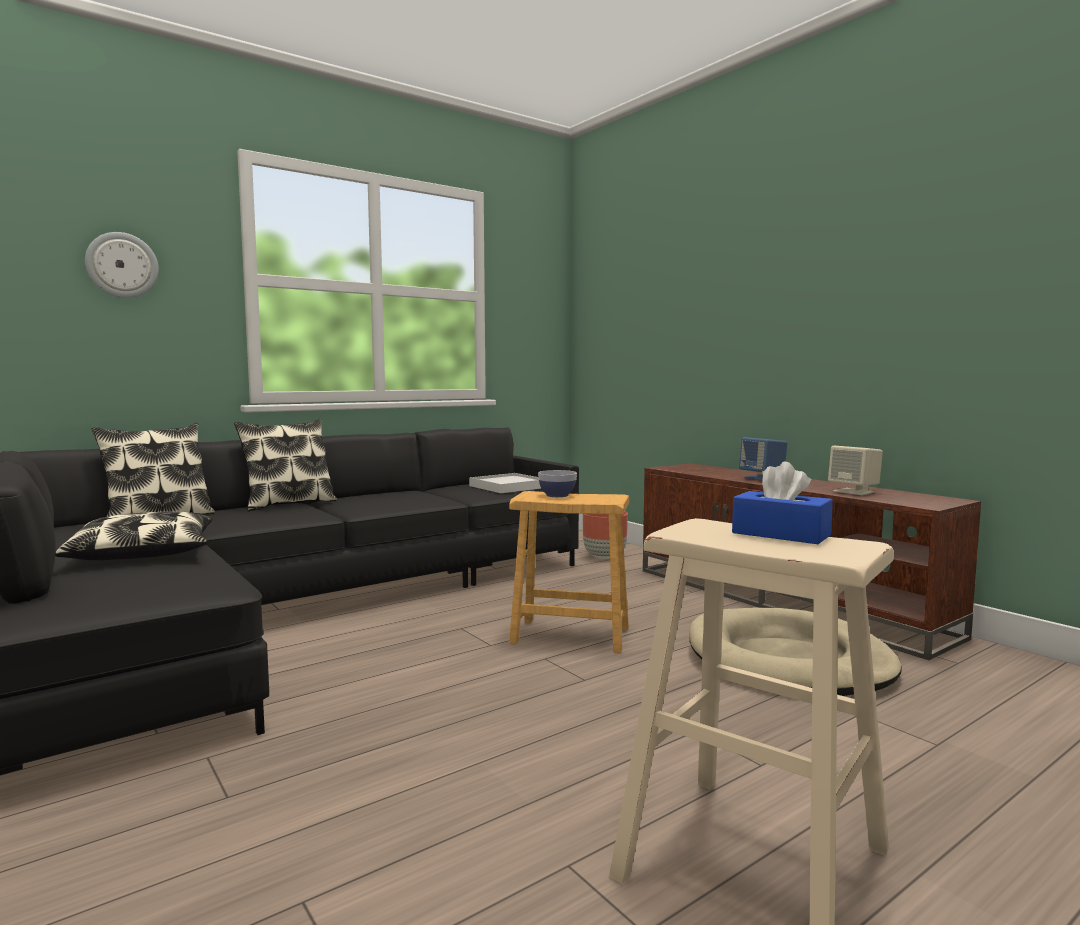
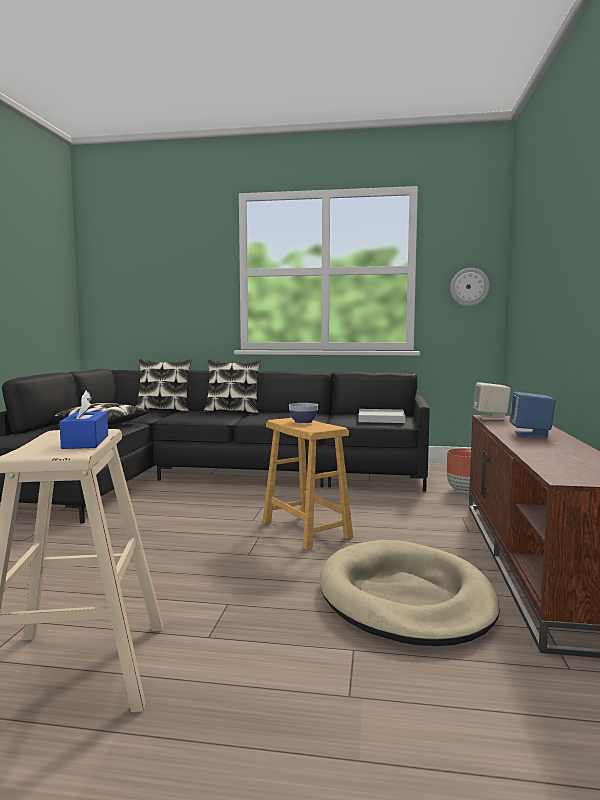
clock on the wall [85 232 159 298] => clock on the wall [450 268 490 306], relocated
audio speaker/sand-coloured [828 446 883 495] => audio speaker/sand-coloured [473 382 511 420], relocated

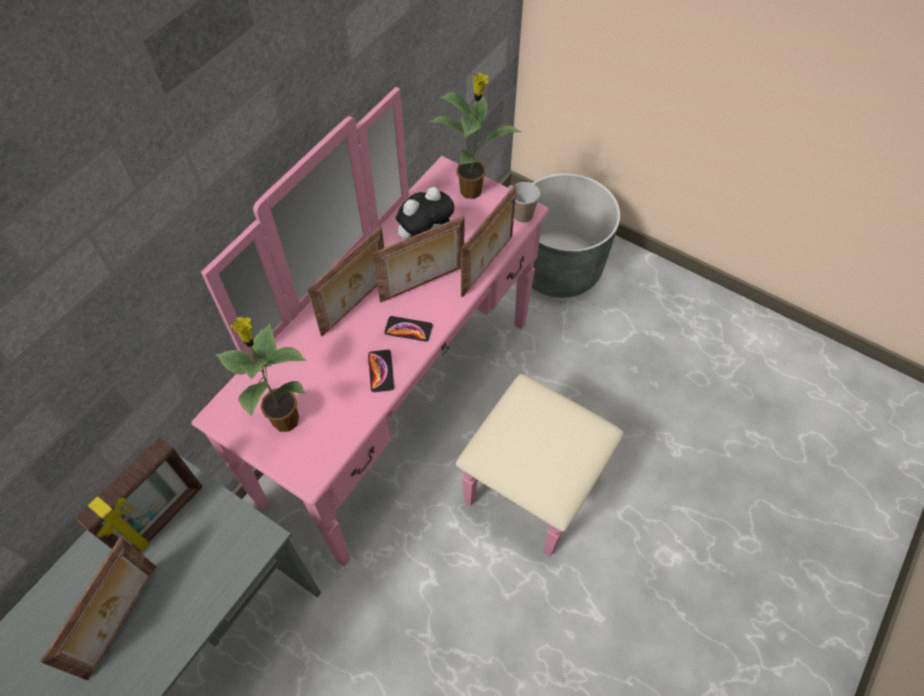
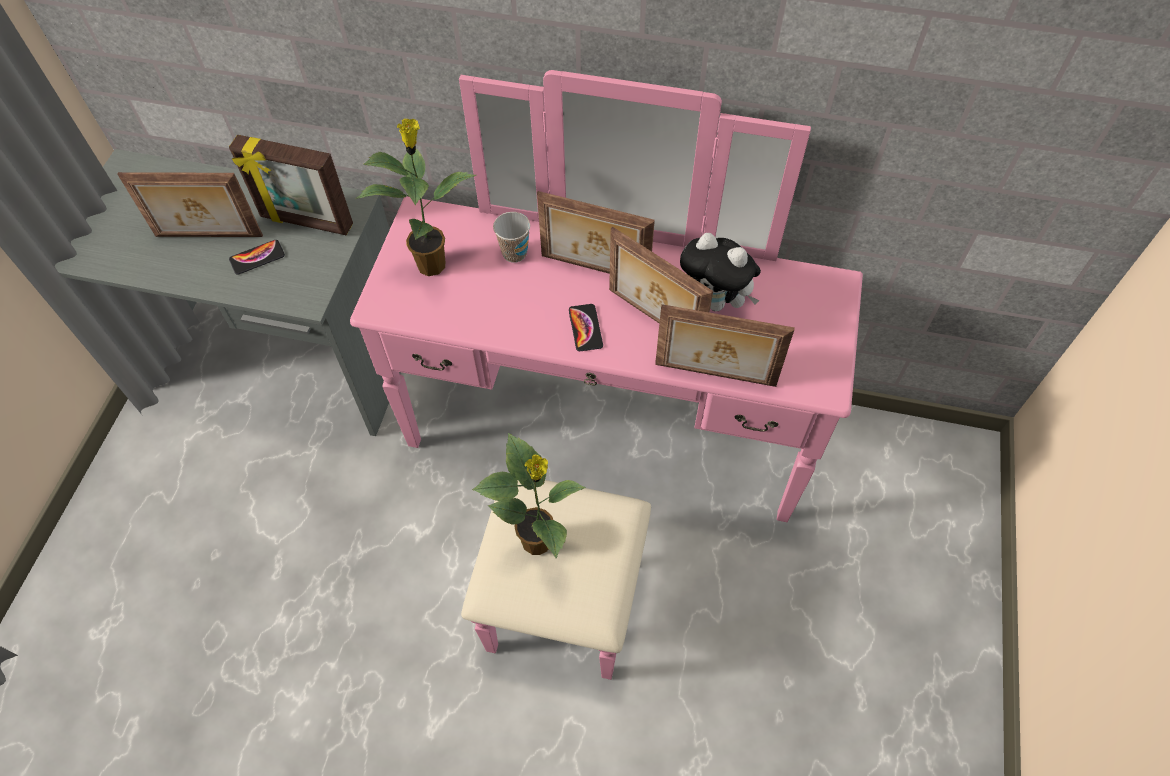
phone [368 350 394 392] => phone [229 240 285 275], relocated
potted plant [429 73 522 199] => potted plant [472 433 586 558], relocated
cup [514 182 540 223] => cup [493 212 530 263], relocated
planter/grey [532 173 620 298] => nothing

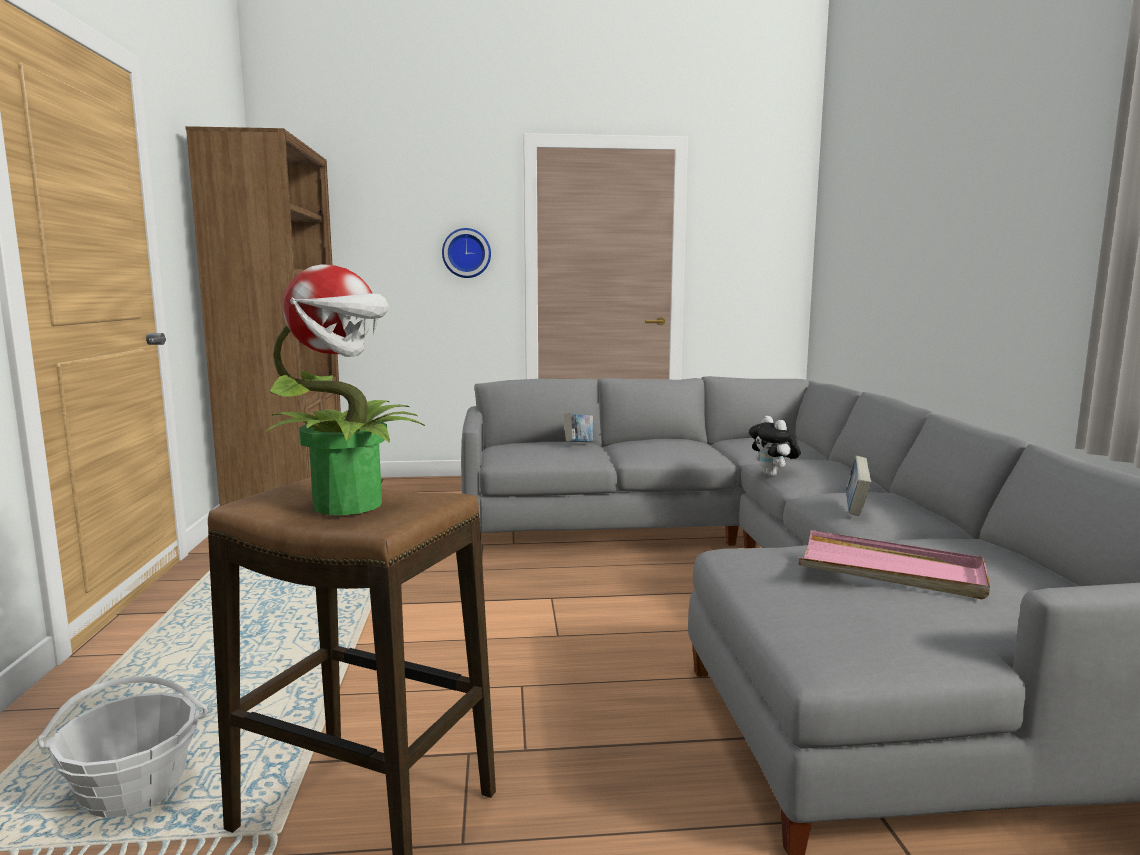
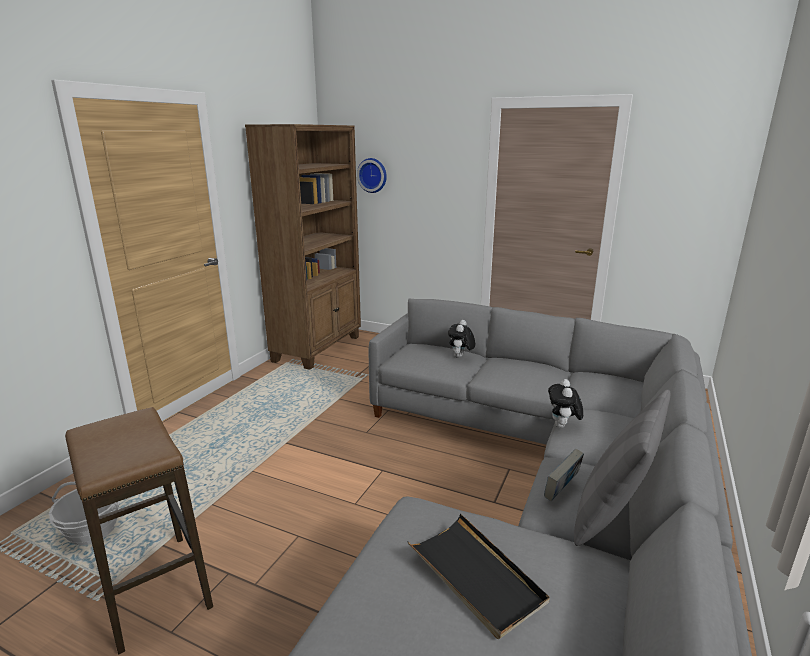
clock on the wall [442 228 491 278] => clock on the wall [357 158 387 193], relocated
serving tray/pink [798 530 990 599] => serving tray/black [408 514 550 639]
volume [564 413 594 442] => plush toy [448 320 475 358]
nothing => cushion/grey [574 390 671 546]
potted plant [266 265 425 515] => nothing

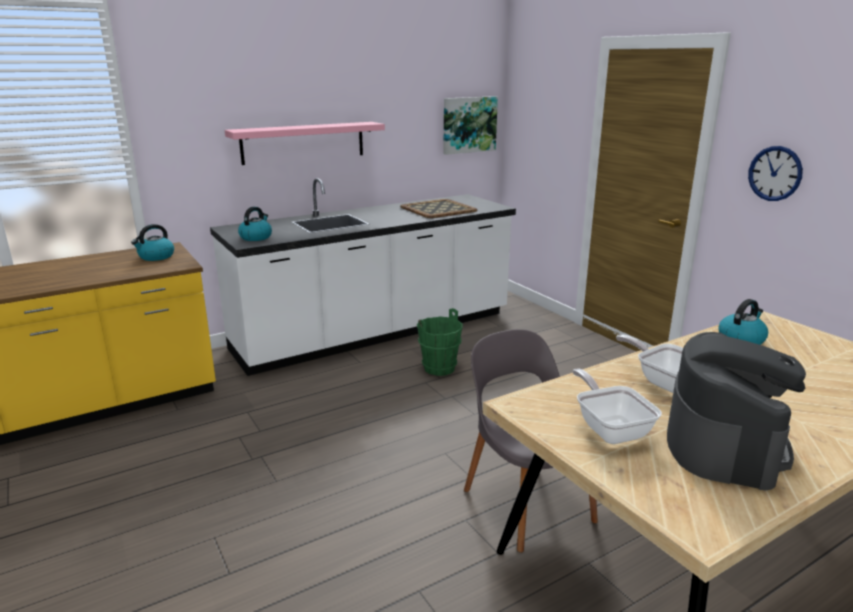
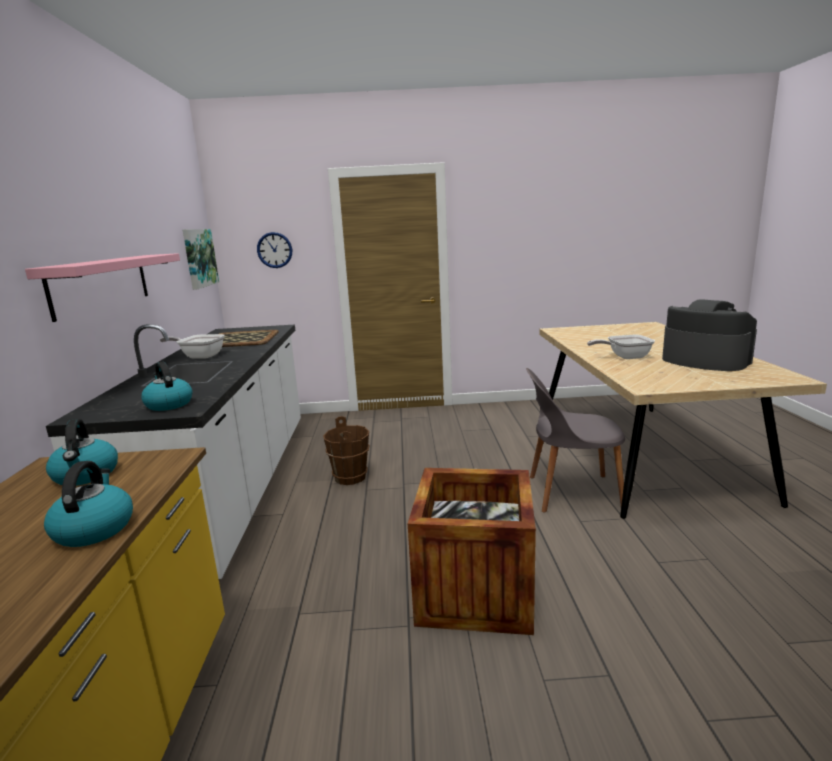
tea kettle [718 299 768 345] => tea kettle [44 461 133 547], relocated
frying pan [572 369 662 444] => frying pan [160 334 225 358], relocated
clock on the wall [748 146 803 201] => clock on the wall [257 232 292 268], relocated
pail/greenish [417 308 463 376] => pail/brown [323 416 370 485]
nothing => shipping crate [408 468 536 635]

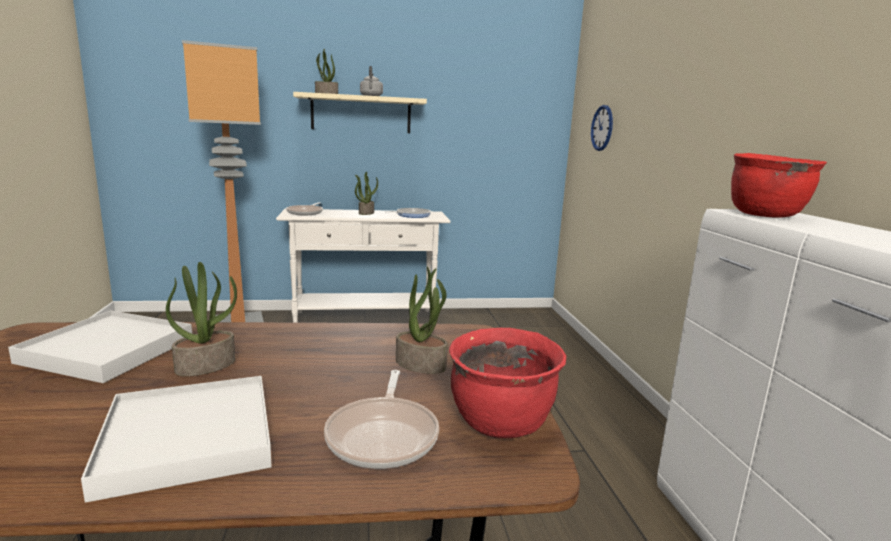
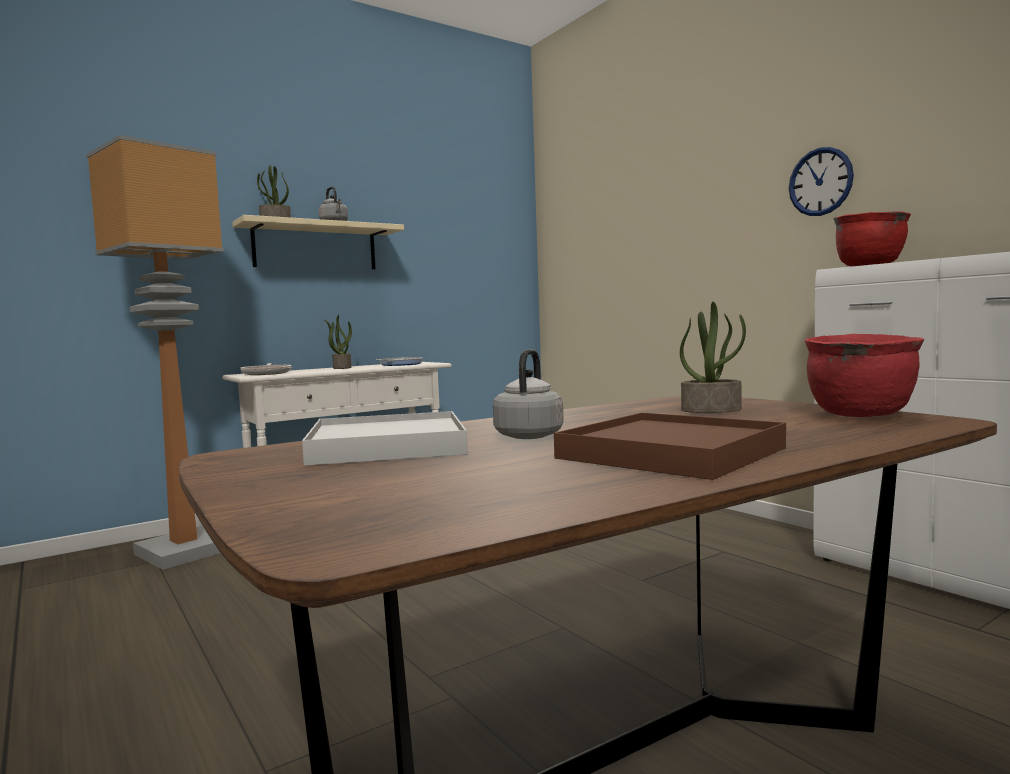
potted plant [166 262 237 376] => tea kettle/grey [493 349 564 439]
serving tray/white-coloured [81 376 272 503] => serving tray/brown [554 413 786 480]
clock on the wall [591 105 613 151] => clock on the wall [789 147 854 216], relocated
frying pan [324 370 439 469] => nothing

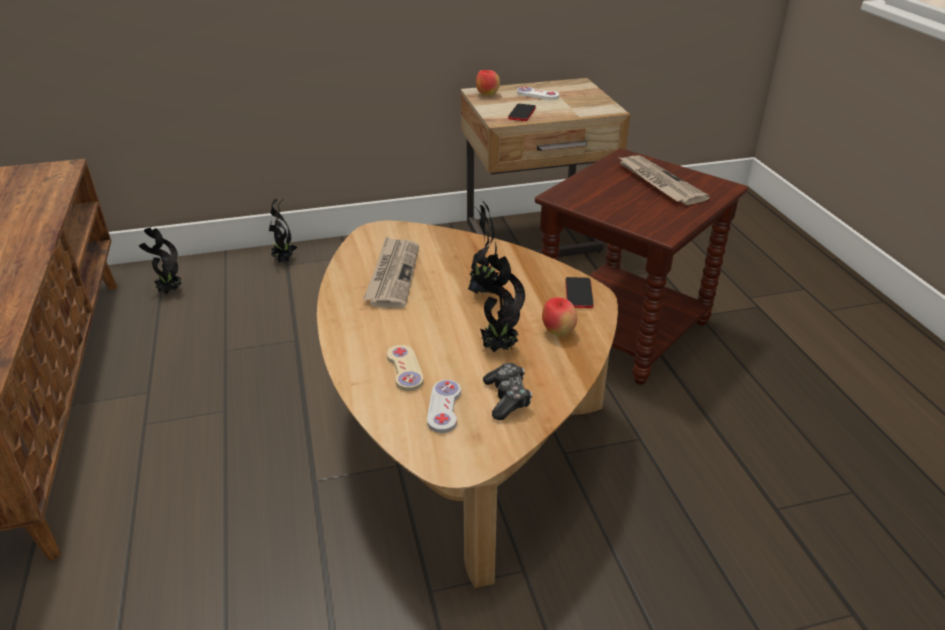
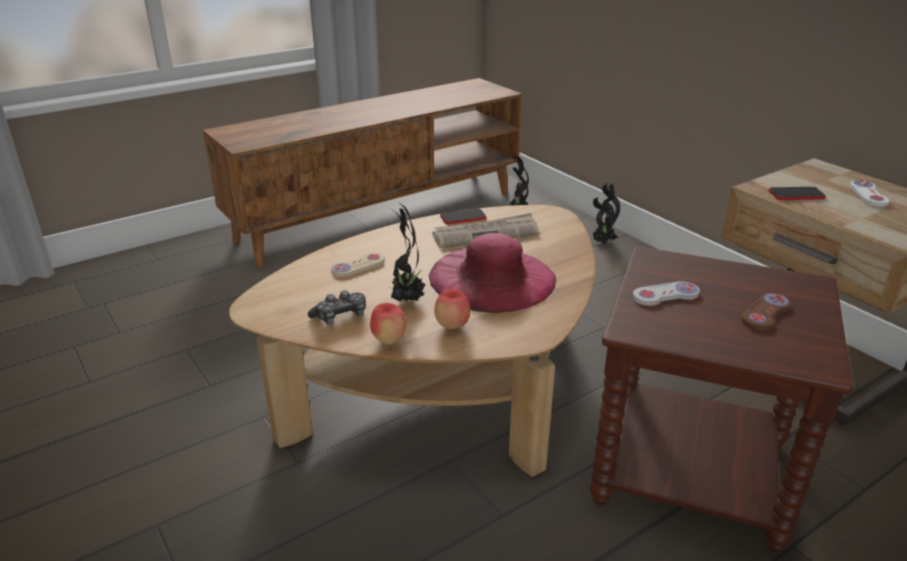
whole apple [476 70 500 96] => whole apple [370 303 406 344], relocated
potted plant [468 200 499 294] => hat/pink [429 233 556 313]
phone [565 277 594 308] => phone [440 208 487 224], relocated
game controller/white-coloured [427 380 461 433] => game controller/white-coloured [633 282 700 306], relocated
newspaper [618 155 710 205] => game controller/brown [741 293 791 331]

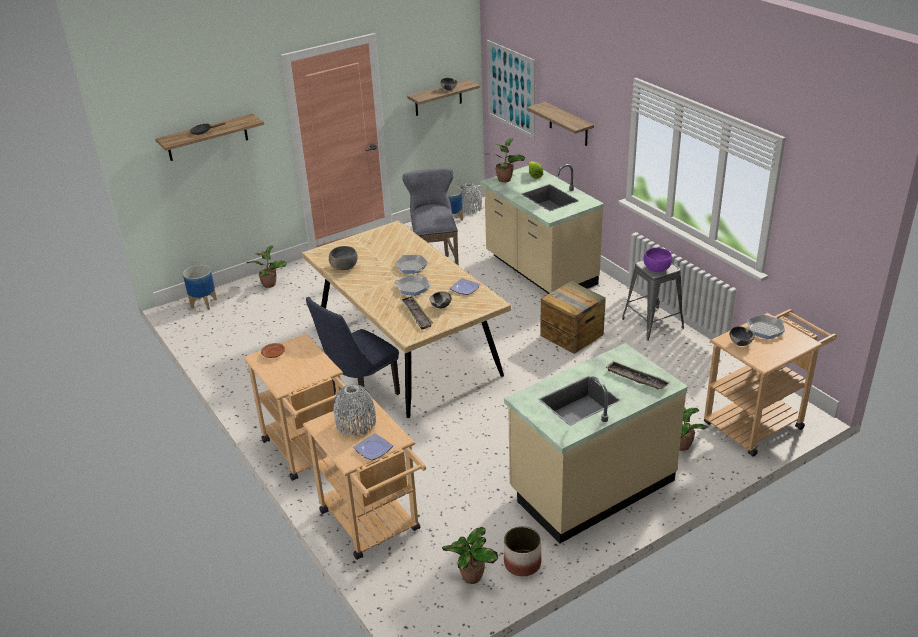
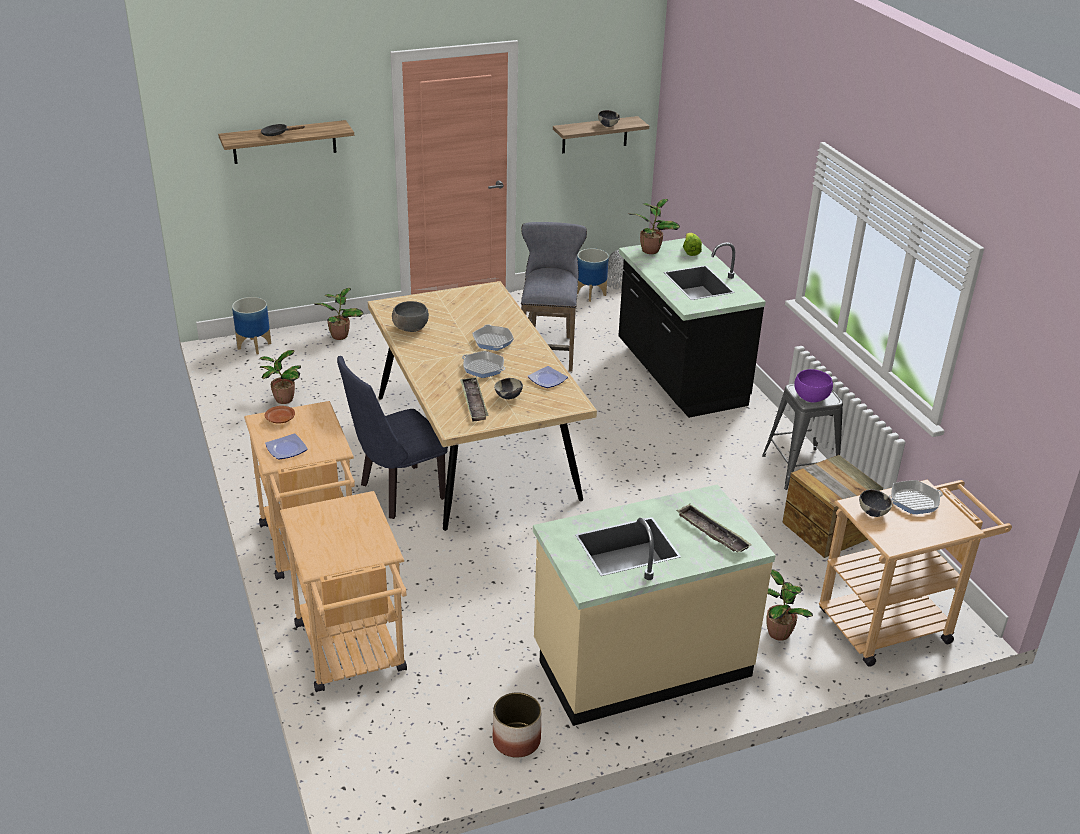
potted plant [442 527 498 584] => potted plant [260 350 301 404], relocated
dinner plate [353 433 393 460] => dinner plate [265 433 308 459], relocated
counter/sand-coloured [480 164 604 294] => counter/black [618 238 766 418]
shipping crate [540 281 606 354] => shipping crate [782 455 883 558], relocated
flower vase/grey [333 384 376 436] => nothing
picture [487 40 535 139] => nothing
shelf [527 102 594 146] => nothing

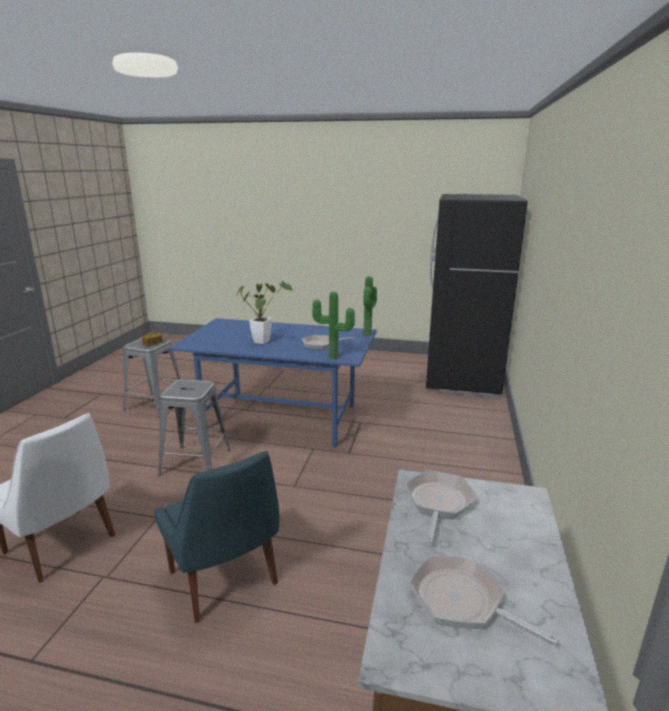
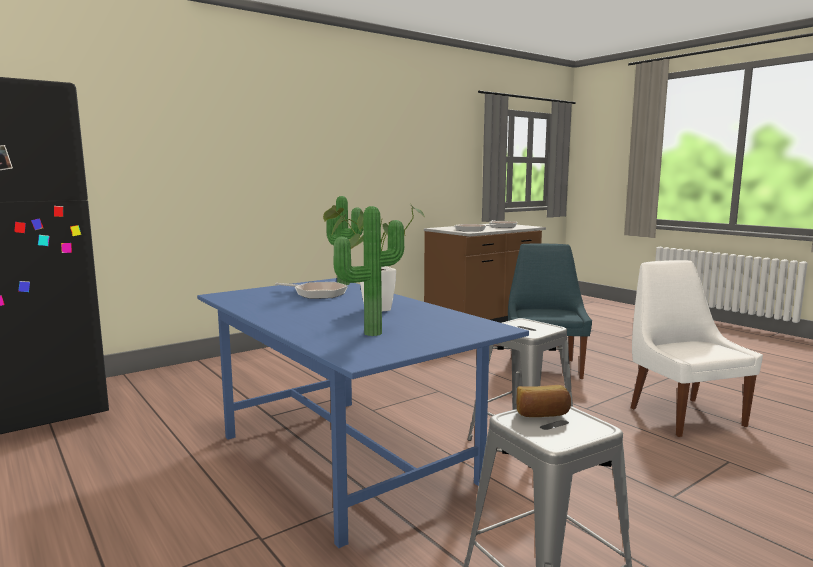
potted plant [363 276 377 336] => potted plant [334 206 404 336], relocated

